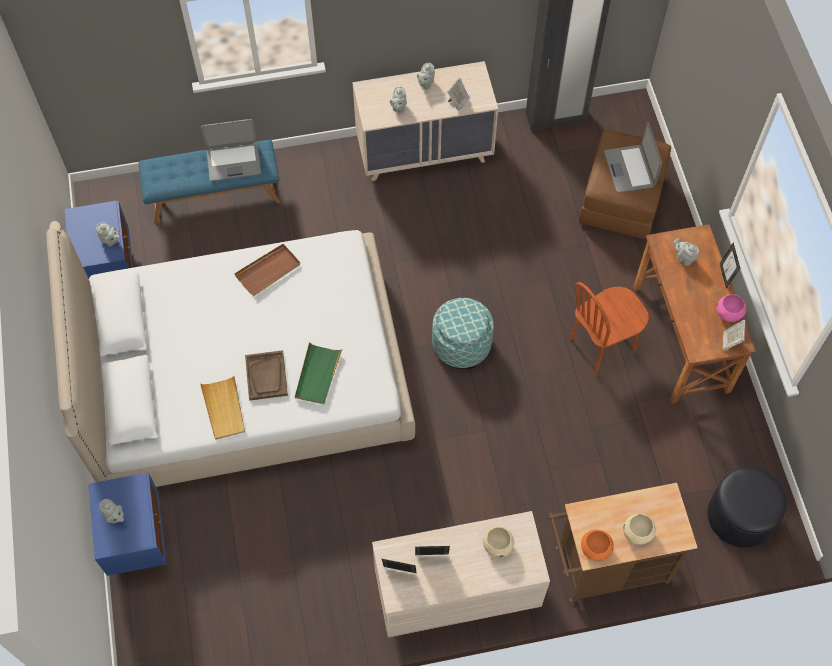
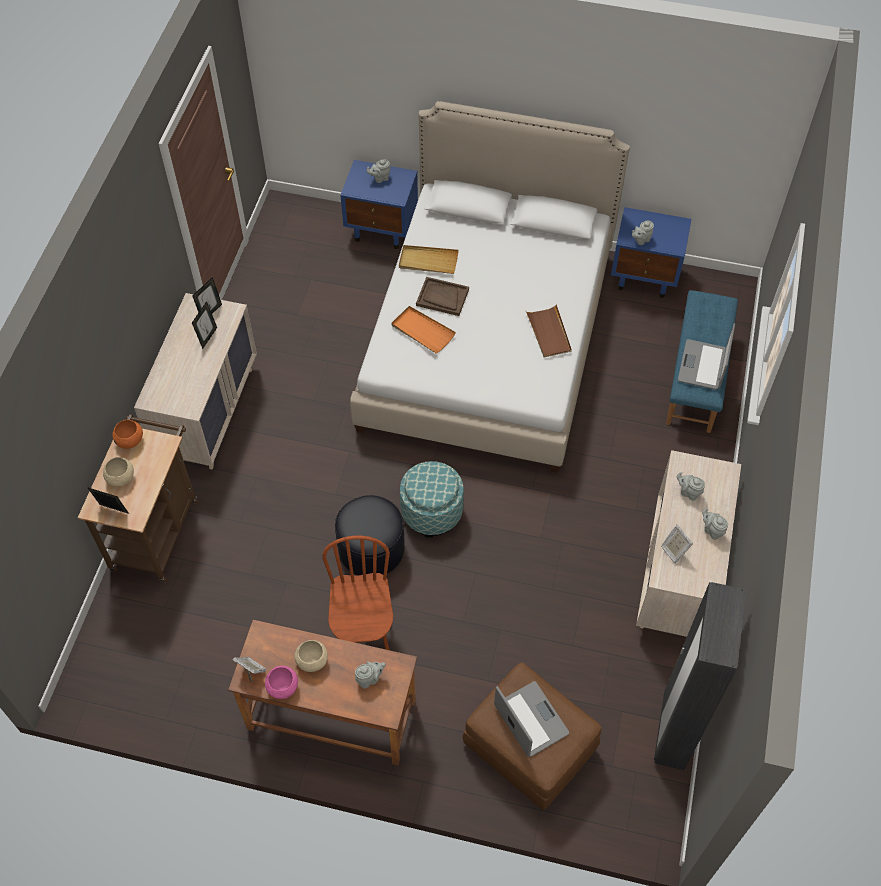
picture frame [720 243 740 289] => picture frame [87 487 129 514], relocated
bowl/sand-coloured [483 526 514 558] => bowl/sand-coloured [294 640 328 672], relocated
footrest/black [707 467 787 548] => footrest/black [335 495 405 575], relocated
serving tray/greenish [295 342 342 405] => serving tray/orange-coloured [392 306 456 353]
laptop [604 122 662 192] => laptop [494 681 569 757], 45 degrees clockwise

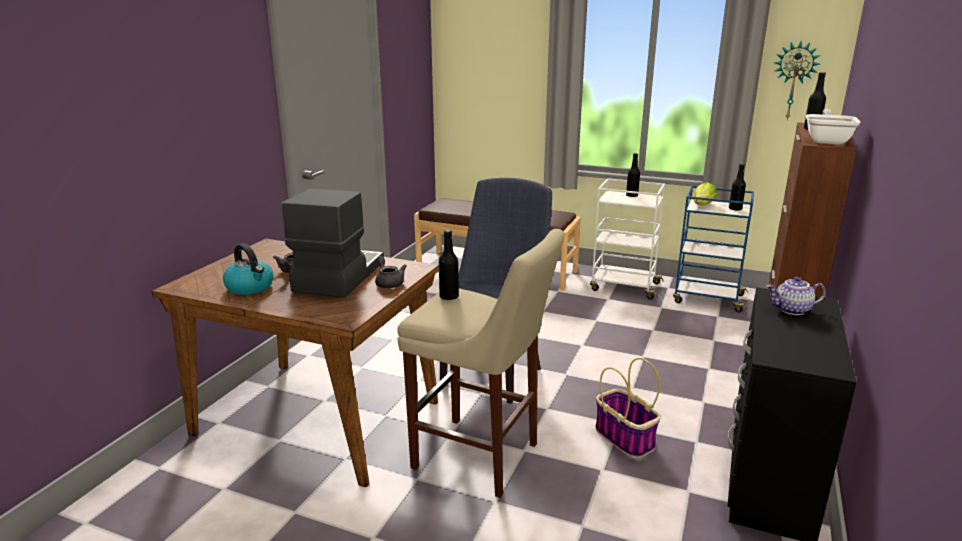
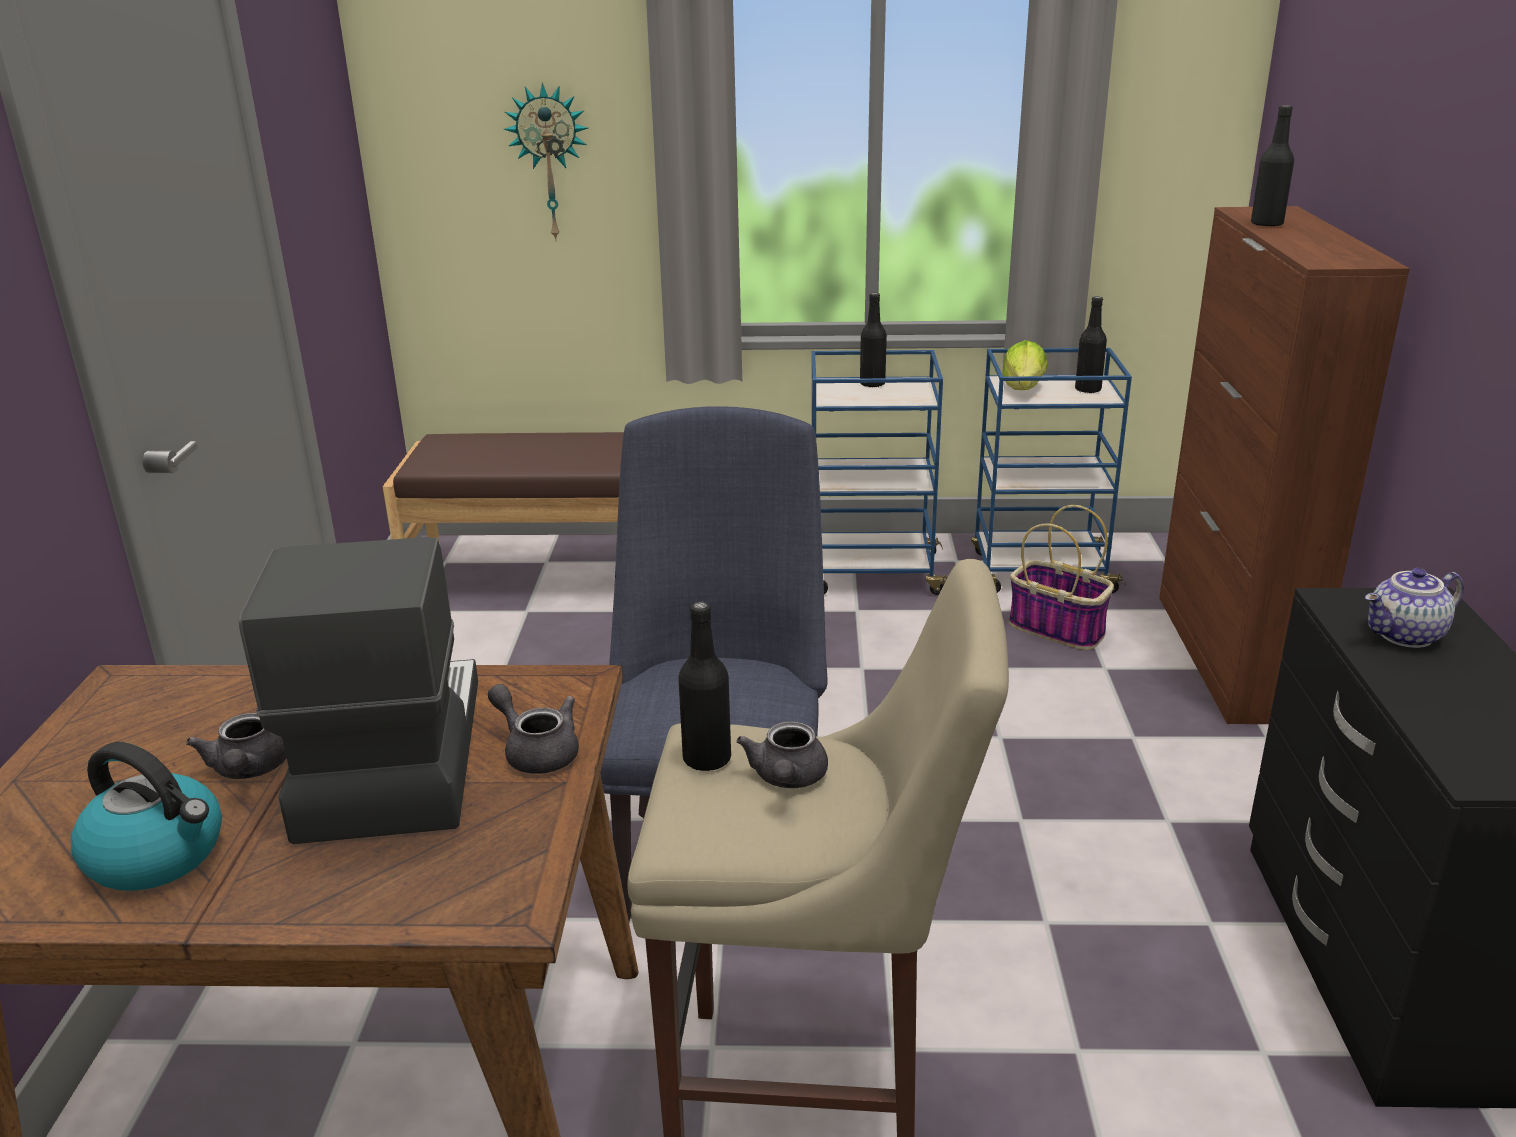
clock on the wall [775 41 821 120] => clock on the wall [504 82 588 240], relocated
nothing => tea pot/grey [736 721 828 788]
cart/white-coloured [590 178 665 299] => cart/blue [812 350 947 595]
storage basket [595 358 661 459] => storage basket [1009 505 1114 650], relocated
frying pan [806 109 861 144] => nothing

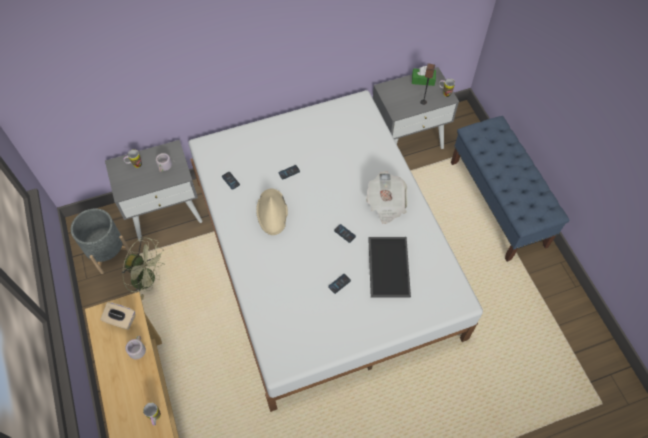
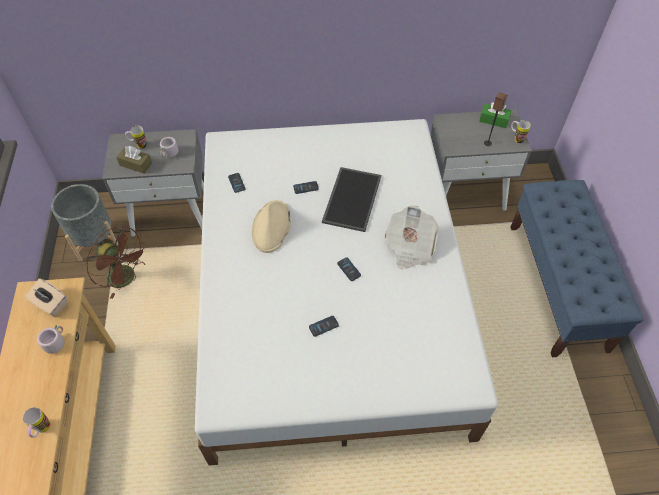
electric fan/greenish [122 237 165 300] => electric fan/brown [87 225 148 299]
nothing => box of tissues/brown [116 146 152 174]
serving tray [368 237 411 298] => serving tray [322 167 381 232], relocated

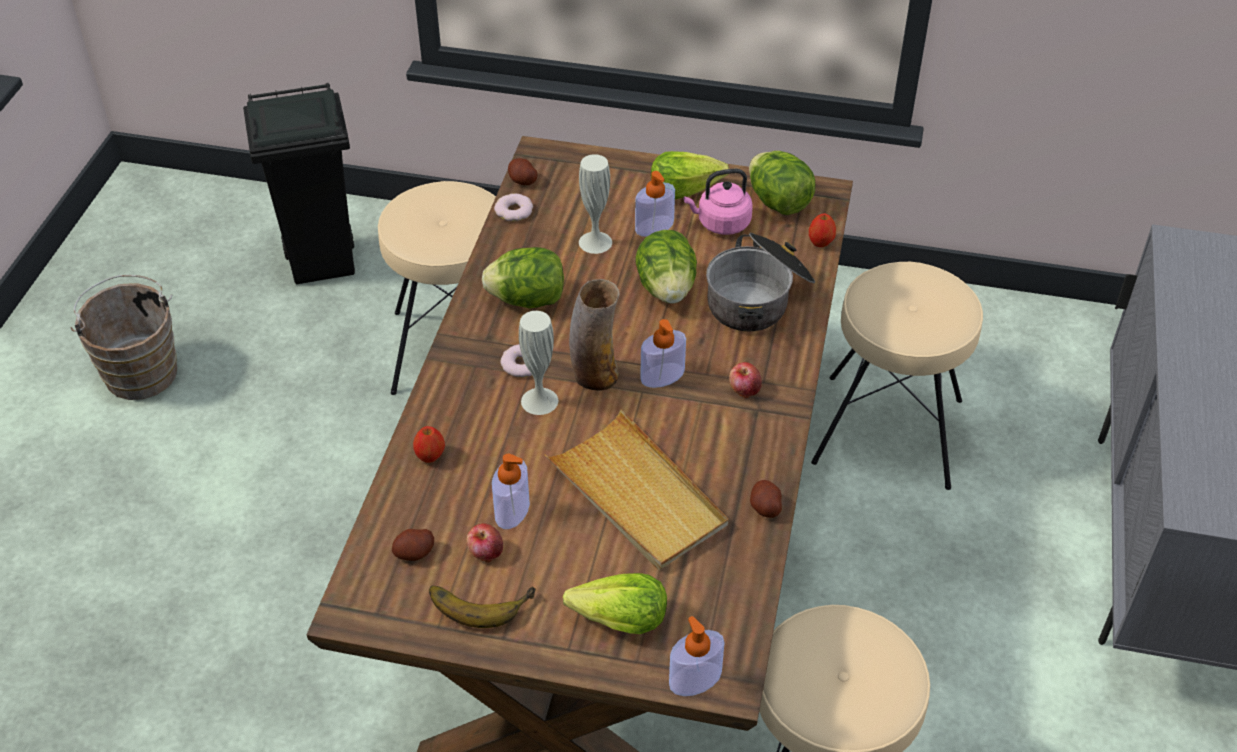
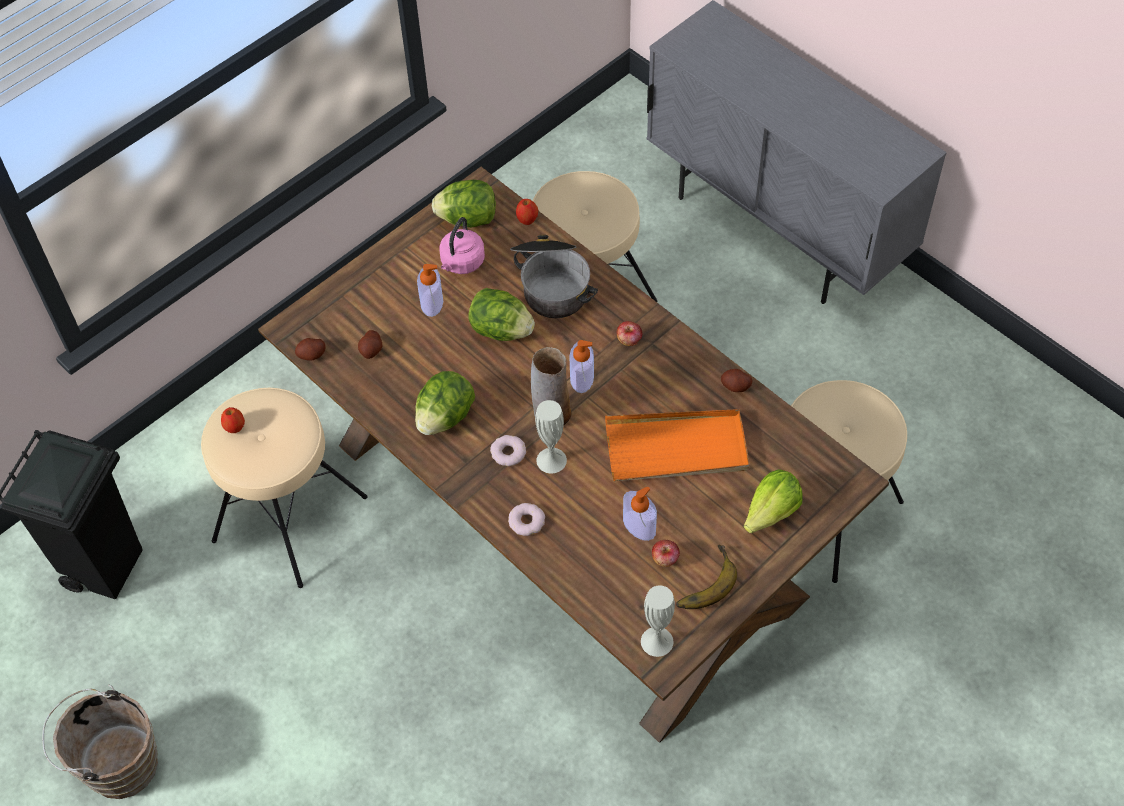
whole apple [413 426 445 463] => whole apple [221 407 245 433], relocated
spud [392 529 434 561] => spud [358 330 382 359], relocated
ring doughnut [494 194 533 221] => ring doughnut [508 503 545 536], relocated
serving tray/sand-coloured [544 410 728 570] => serving tray/orange-coloured [605 409 749 481]
flower vase/white-coloured [579 154 612 254] => flower vase/white-coloured [641 585 675 657], relocated
lettuce head [651 151 729 199] => nothing
soap bottle [669 616 725 696] => nothing

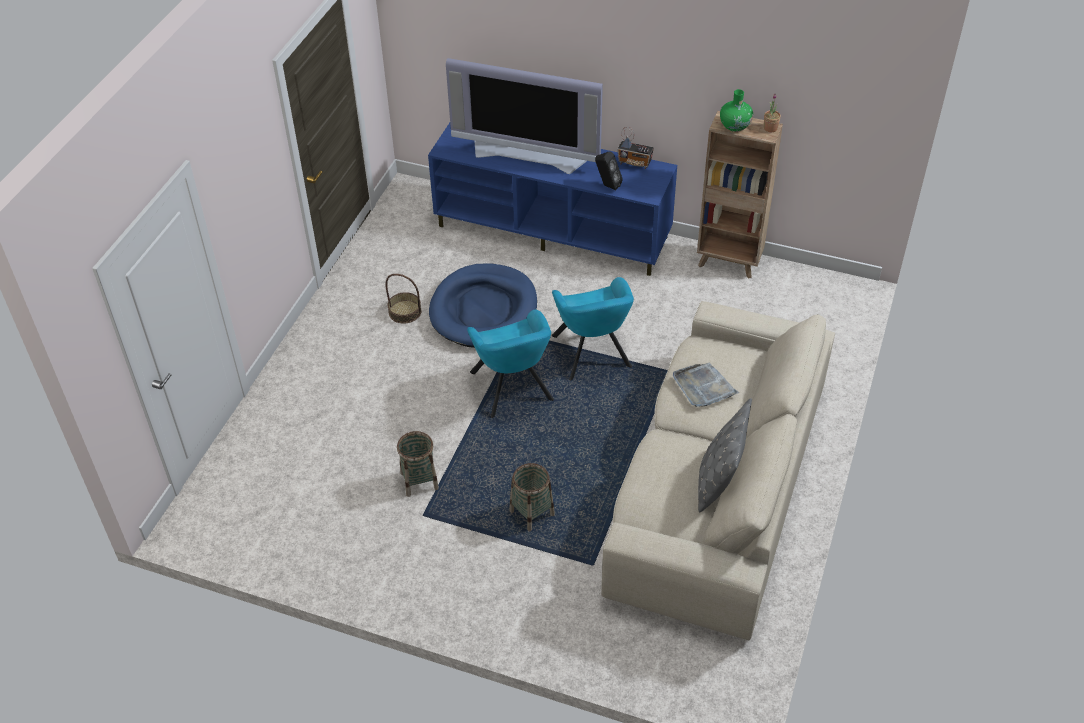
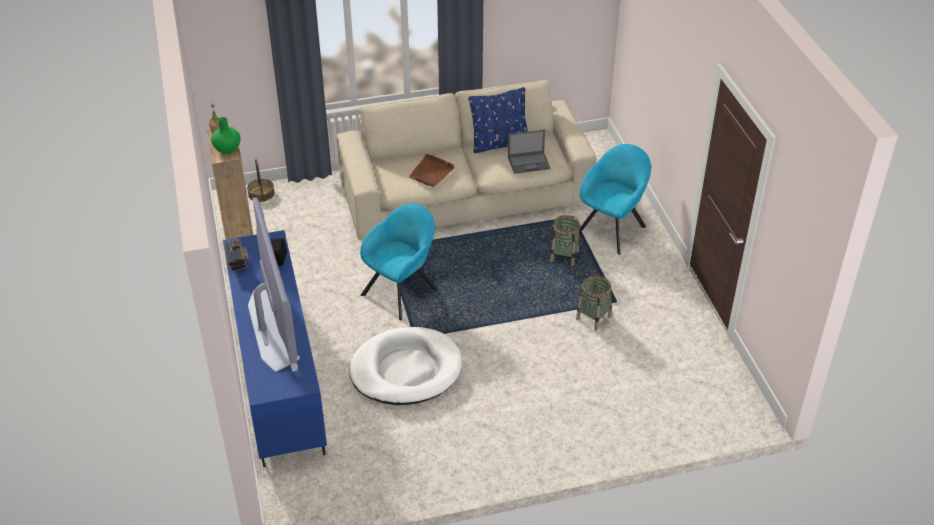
storage basket [386 274 422 324] => storage basket [247 159 275 202], relocated
dog bed/blue [429 263 537 348] => dog bed/white-coloured [349 327 462 405]
serving tray/grey [673 363 739 407] => serving tray/brown [409 154 455 187]
cushion/grey [698 398 752 512] => cushion/blue [468 87 528 153]
nothing => laptop [508 130 551 174]
lounge chair/blue-green [467 310 554 418] => lounge chair/blue-green [579 144 651 255], relocated

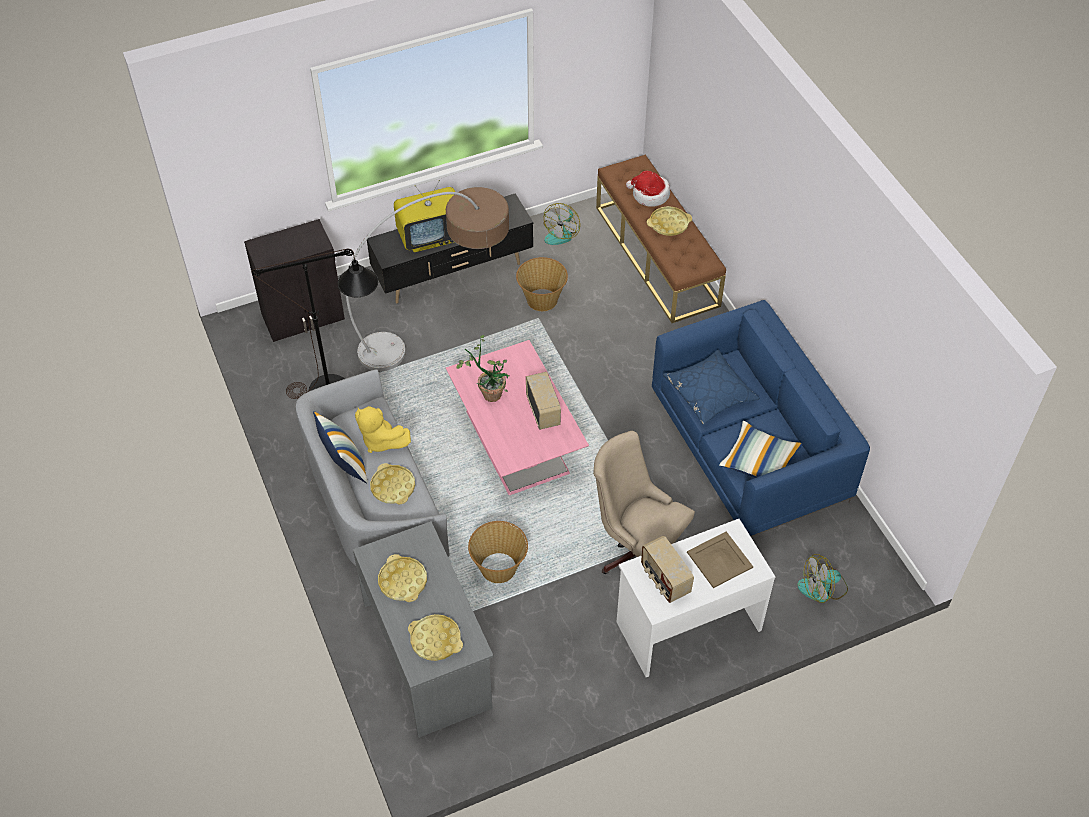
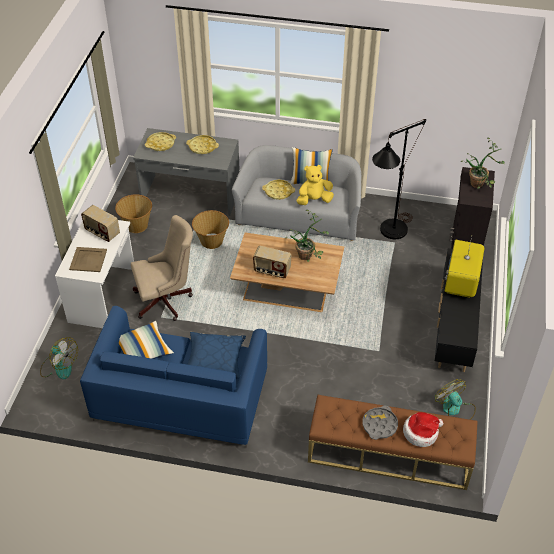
electric fan [797 554 848 603] => electric fan [40 337 78 379], 105 degrees clockwise
radio receiver [641 535 694 603] => radio receiver [81 205 120 242], 150 degrees counterclockwise
storage basket [516 257 568 311] => storage basket [115 194 152 233], relocated
coffee table/pink [446 340 589 495] => coffee table/brown [230 232 344 312]
serving tray/yellowish [647 206 692 236] => serving tray/grey [363 406 398 440]
nothing => potted plant [461 138 505 189]
standing lamp [346 187 509 371] => nothing

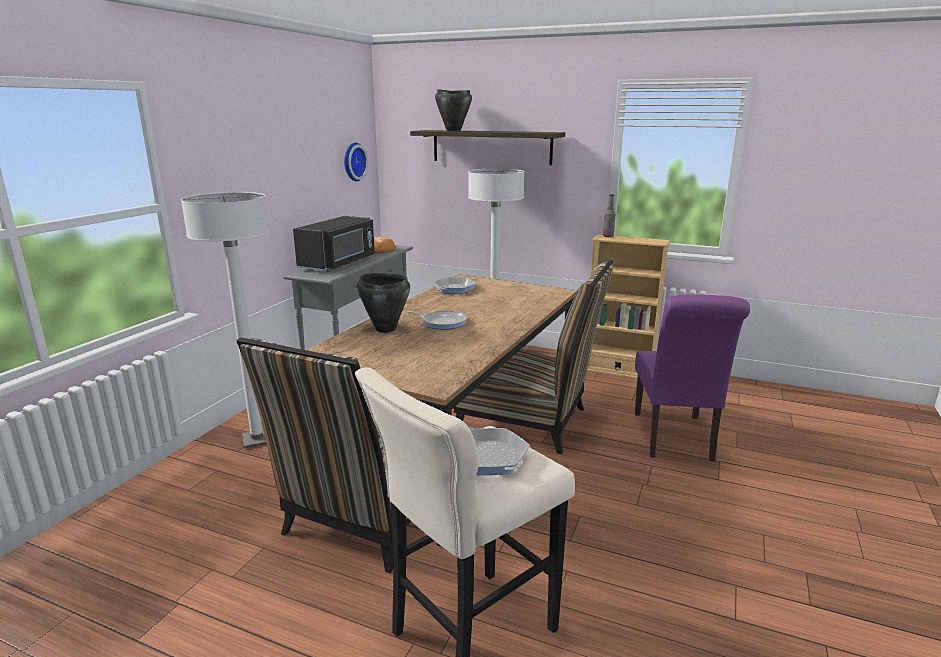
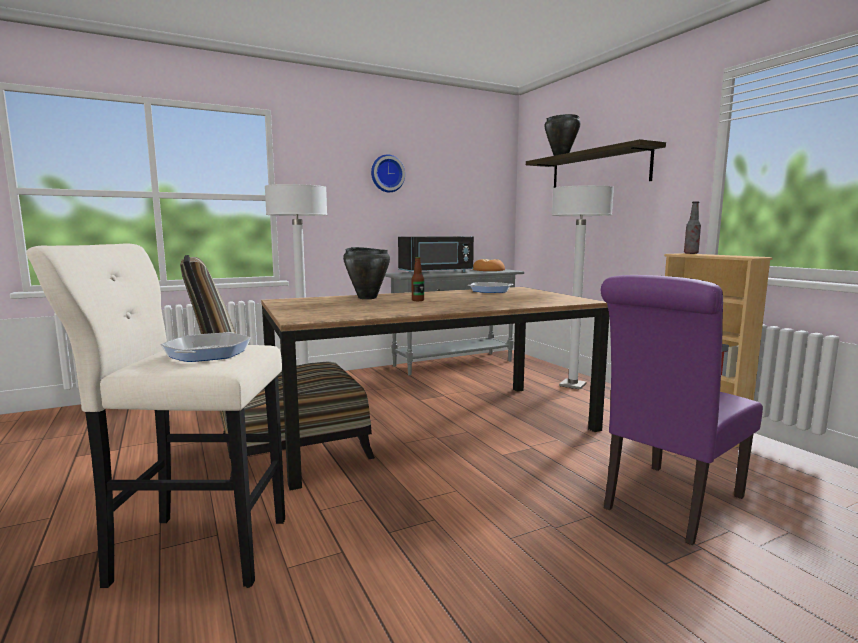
clock on the wall [344 143 368 181] => clock on the wall [371 154 405 192], relocated
frying pan [404 310 467 330] => drink bottle [412 257 424 301]
plain chair [454 260 614 454] => nothing

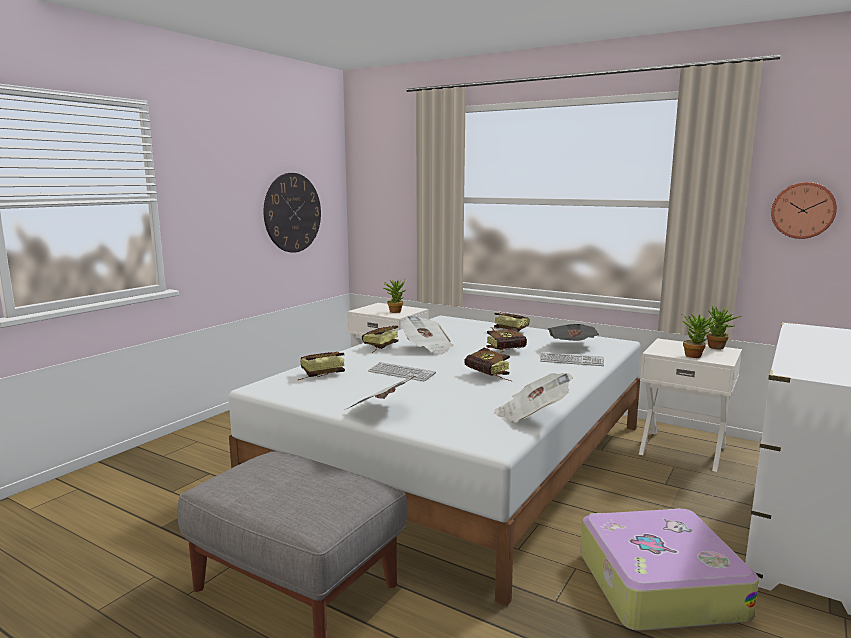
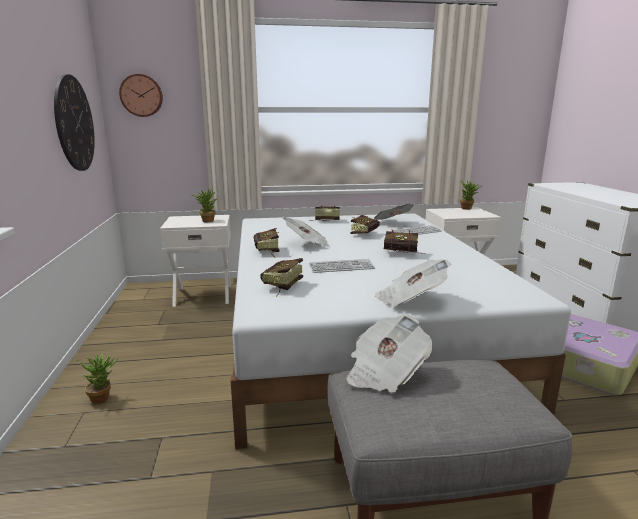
potted plant [682 313 717 358] => potted plant [75 353 118 404], relocated
clock on the wall [771 182 837 239] => clock on the wall [119 74 163 117], relocated
newspaper [494 373 573 423] => newspaper [346 315 432 393], relocated

